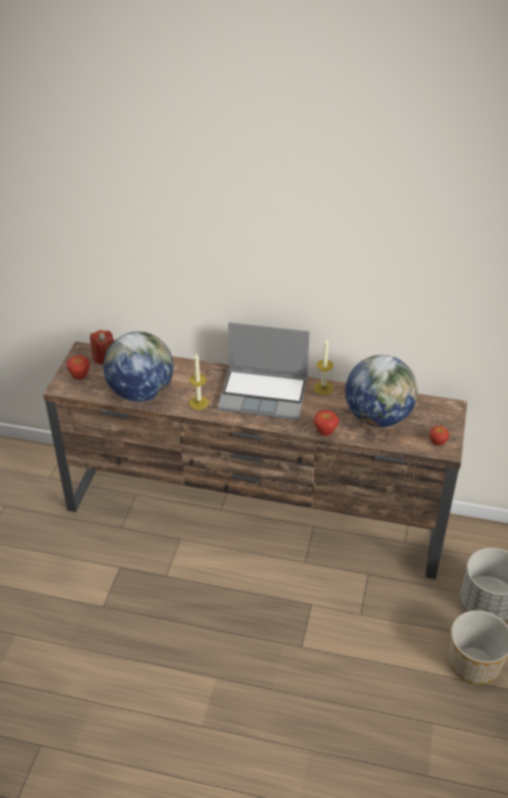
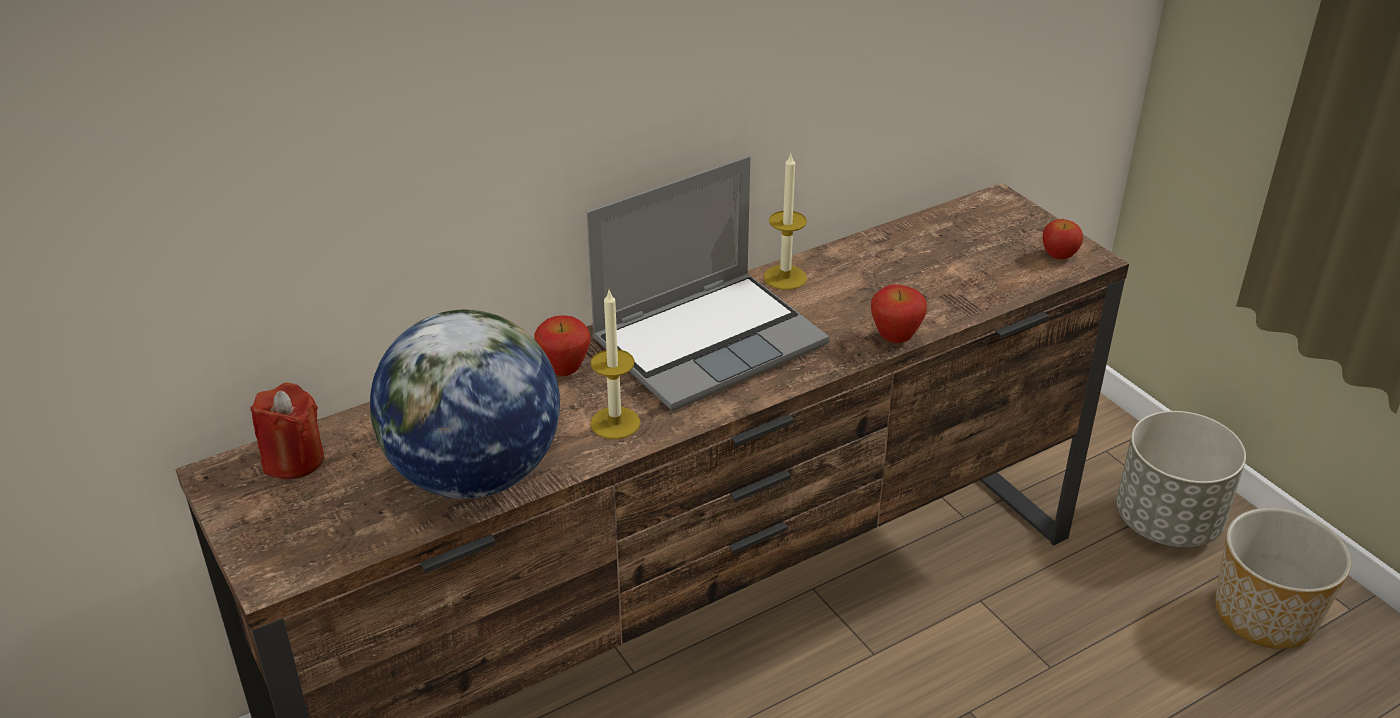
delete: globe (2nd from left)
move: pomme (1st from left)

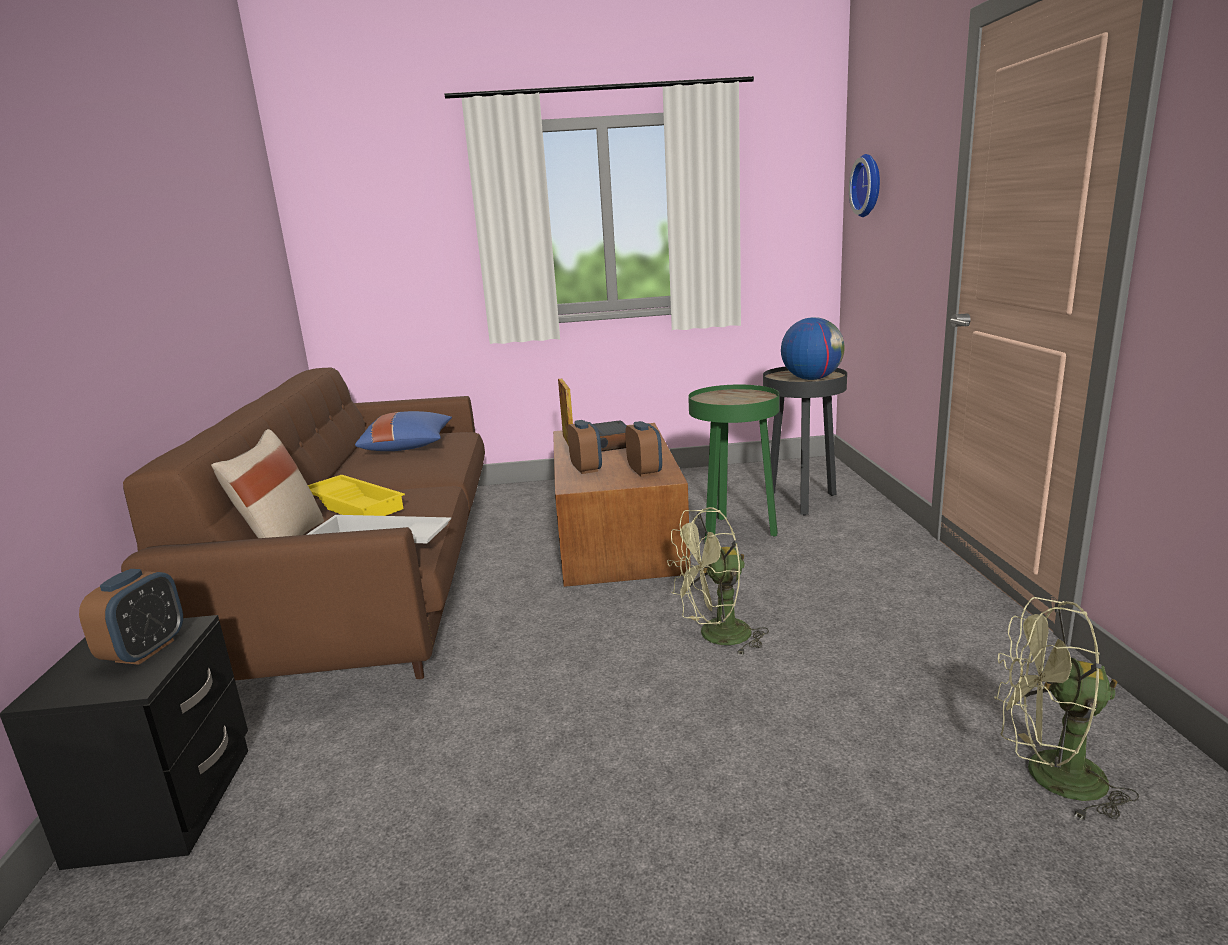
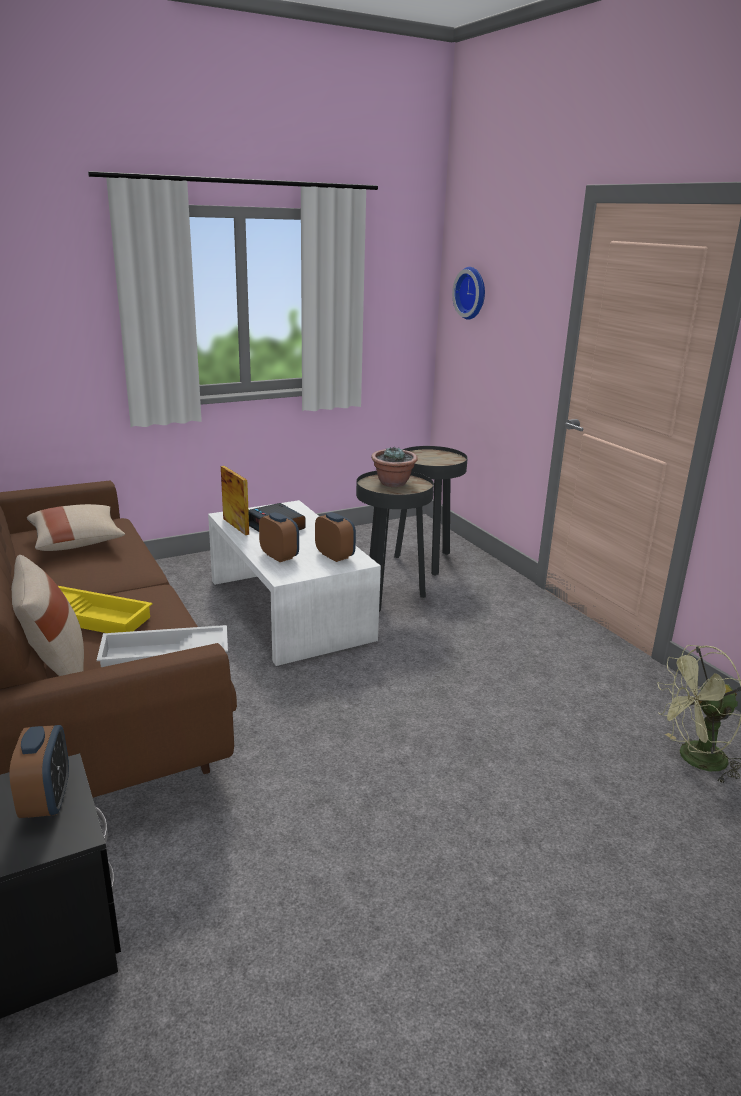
delete: globe; ventilateur [vert] (1st from left)
insert: plante en pot
recolor: table d'appoint [vert] to table d'appoint [noir] (1st from left); coussin [bleu] to coussin [beige] (2nd from left); table basse [marron] to table basse [blanc]

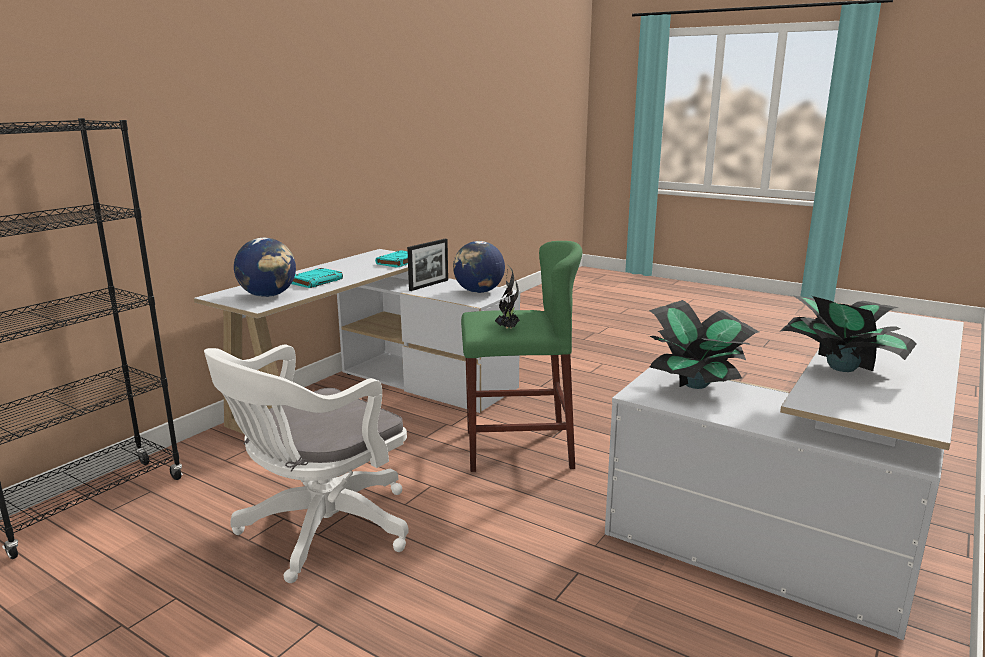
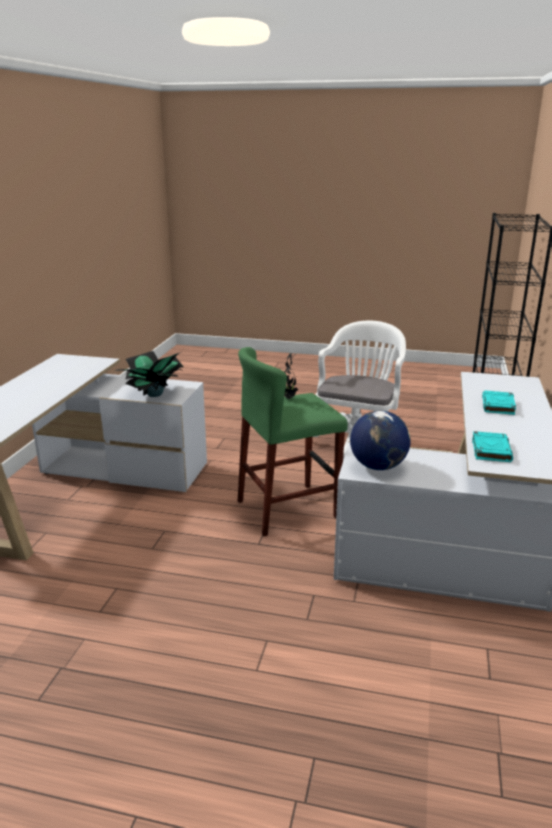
delete: globe (1st from left); cadre photo; plante en pot (3rd from left)

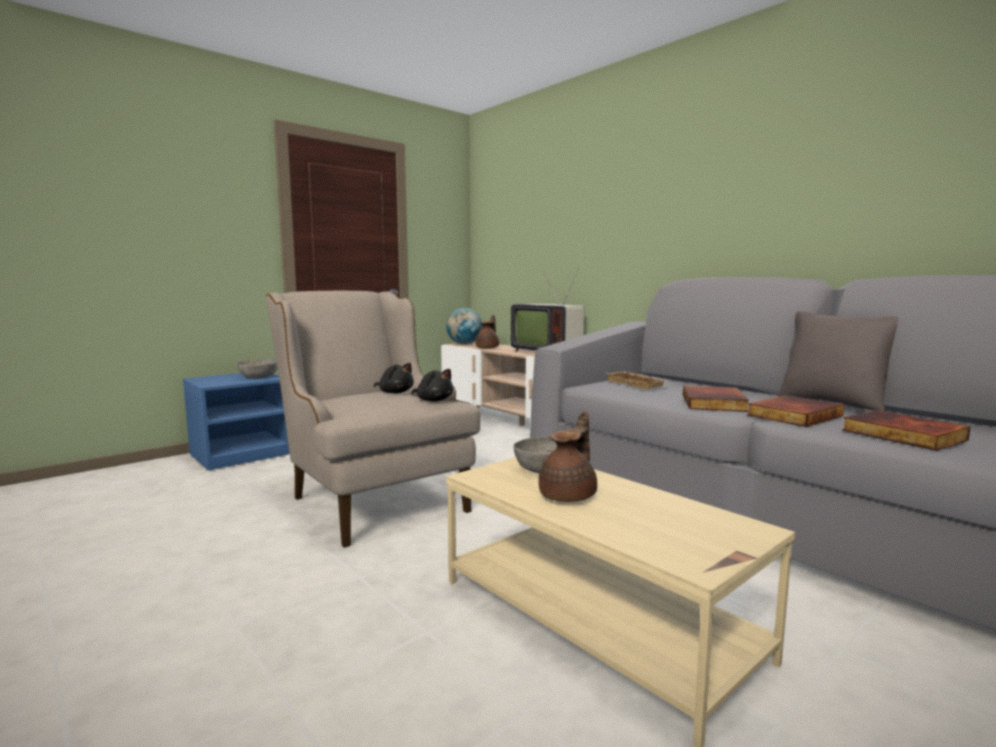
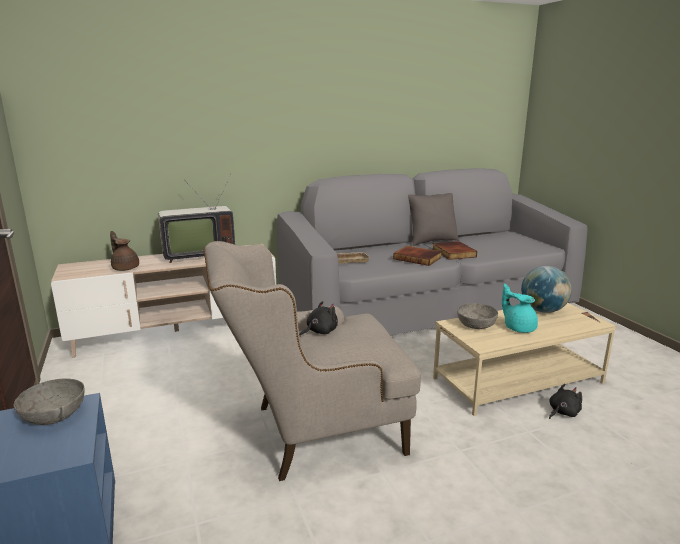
delete: livre (3rd from left)
move: globe; peluche [noir] (2nd from left)
recolor: théière [marron] (2nd from left) to théière [turquoise]

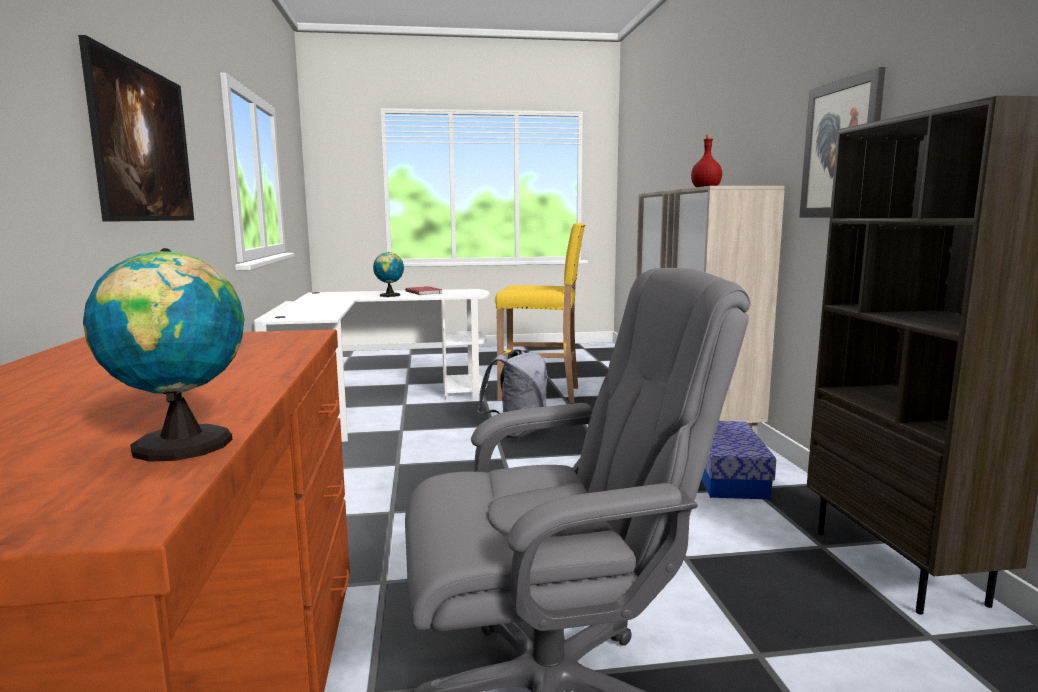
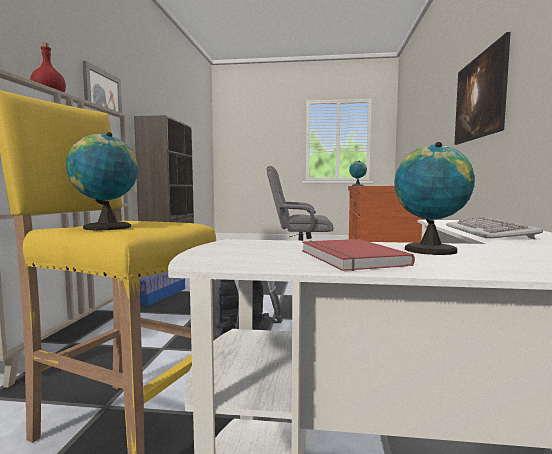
insert: globe (1st from left); clavier

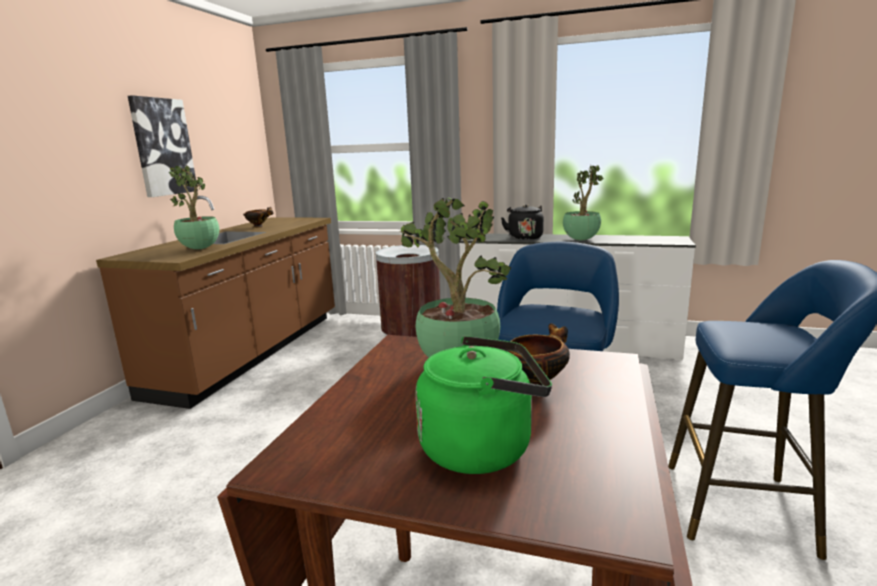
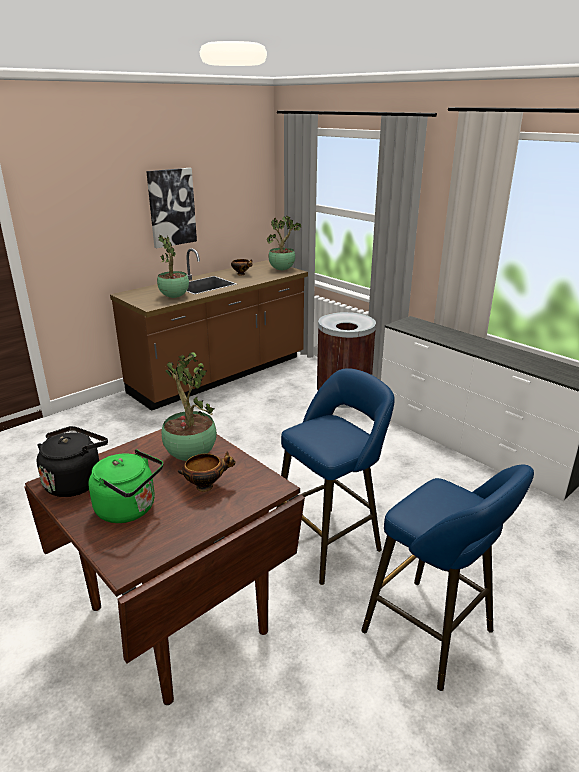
move: plante en pot (3rd from left); bouilloire [noir]

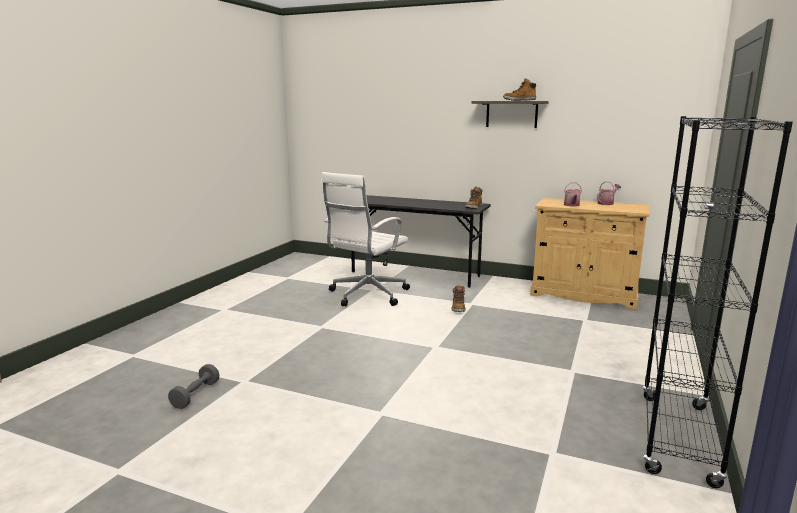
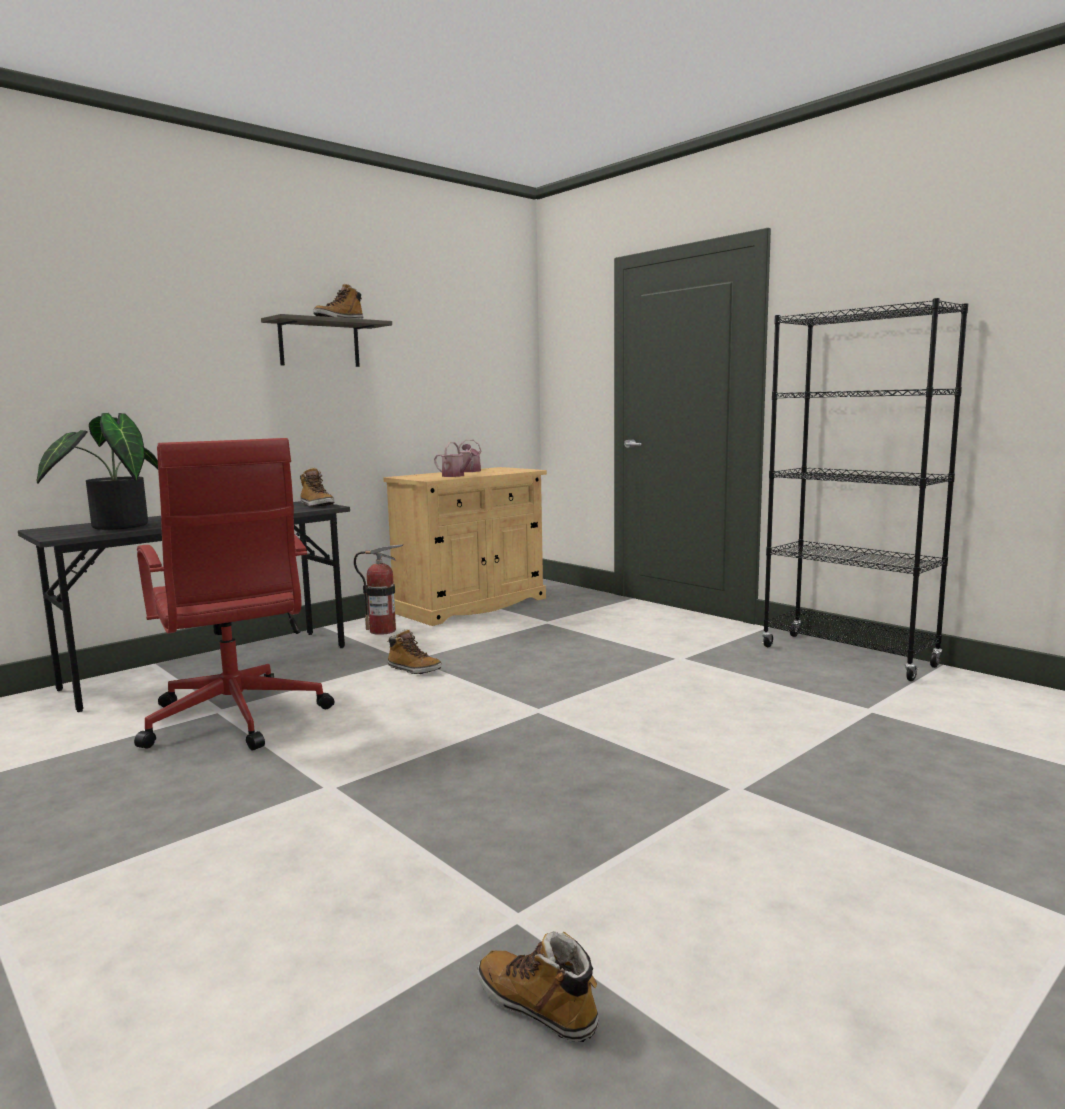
insert: plante en pot; extincteur
replace: haltère [gris] to botte (4th from left)
recolor: chaise de bureau [blanc] to chaise de bureau [rouge]

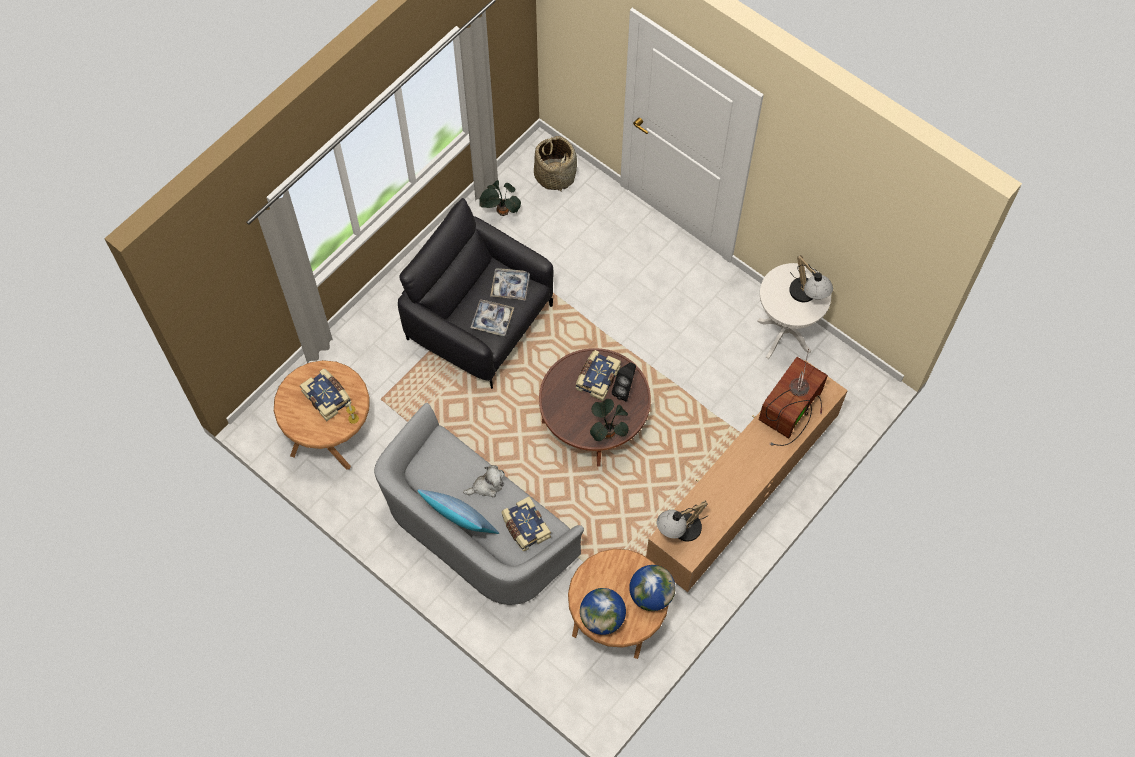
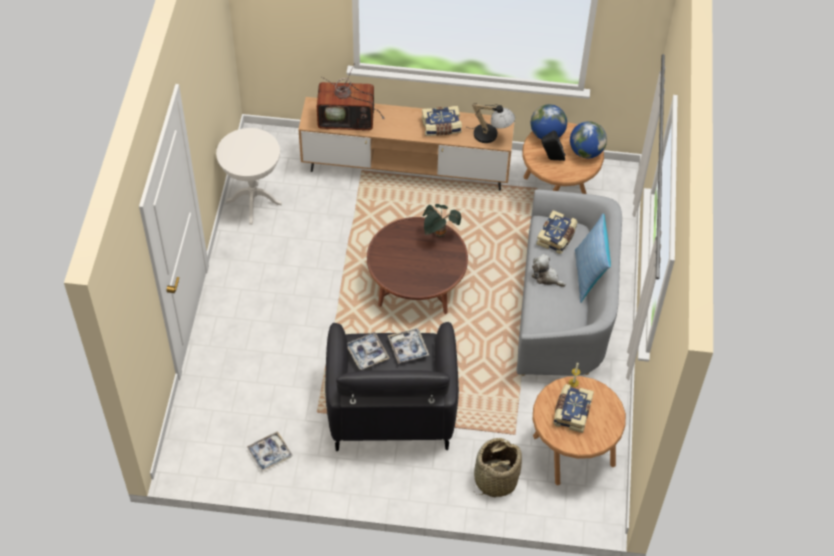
delete: lampe de table (2nd from left)
move: panier; livre (3rd from left in the first image) to livre (1st from left); enceinte [noir]
replace: plante en pot (1st from left) to plateau (1st from left)

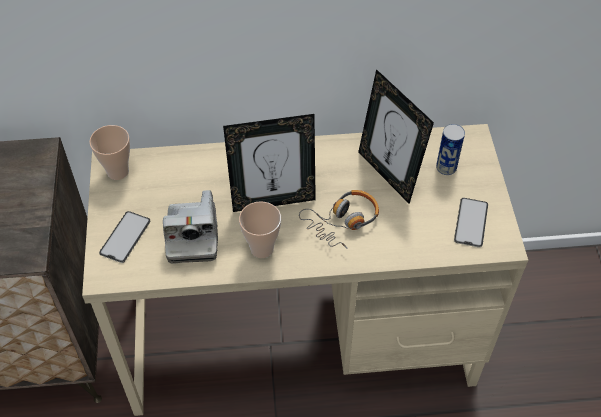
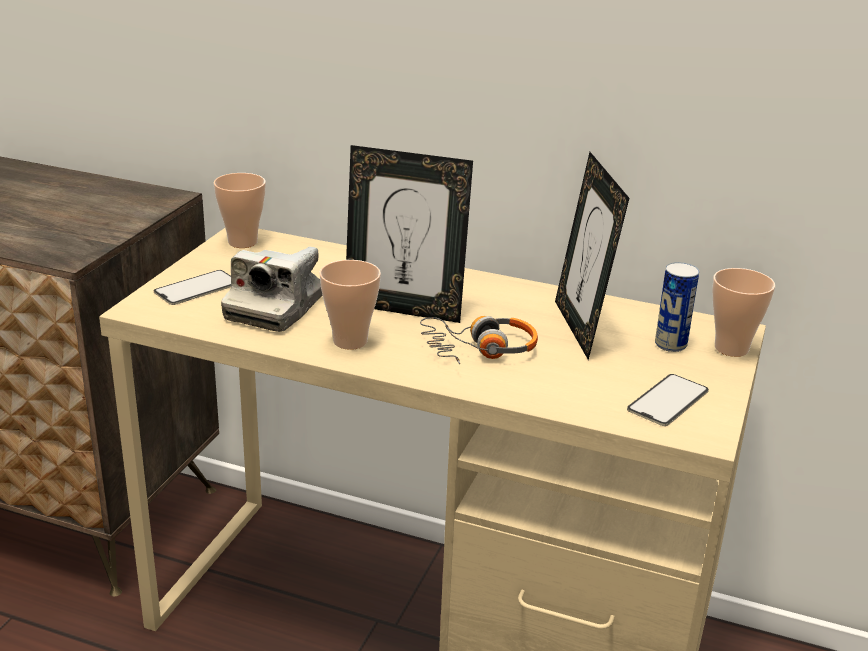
insert: tasse (3rd from left)

